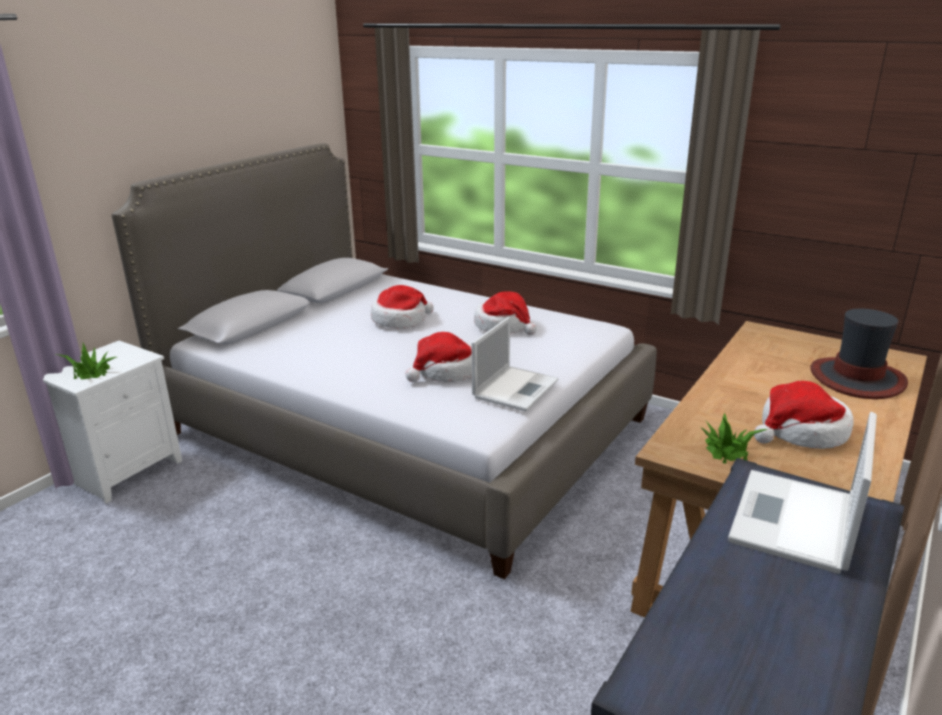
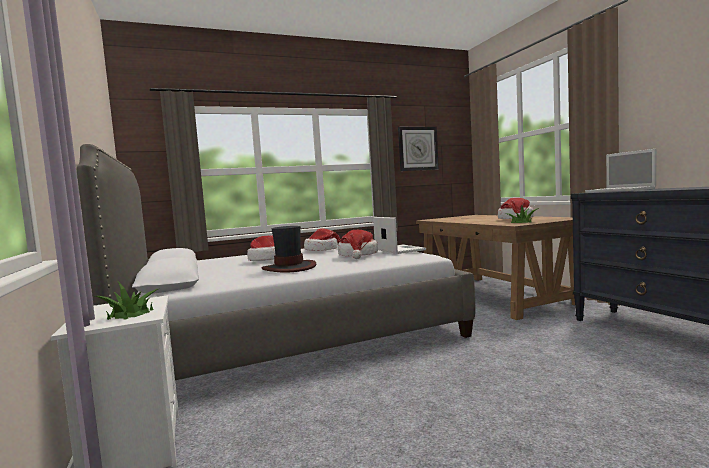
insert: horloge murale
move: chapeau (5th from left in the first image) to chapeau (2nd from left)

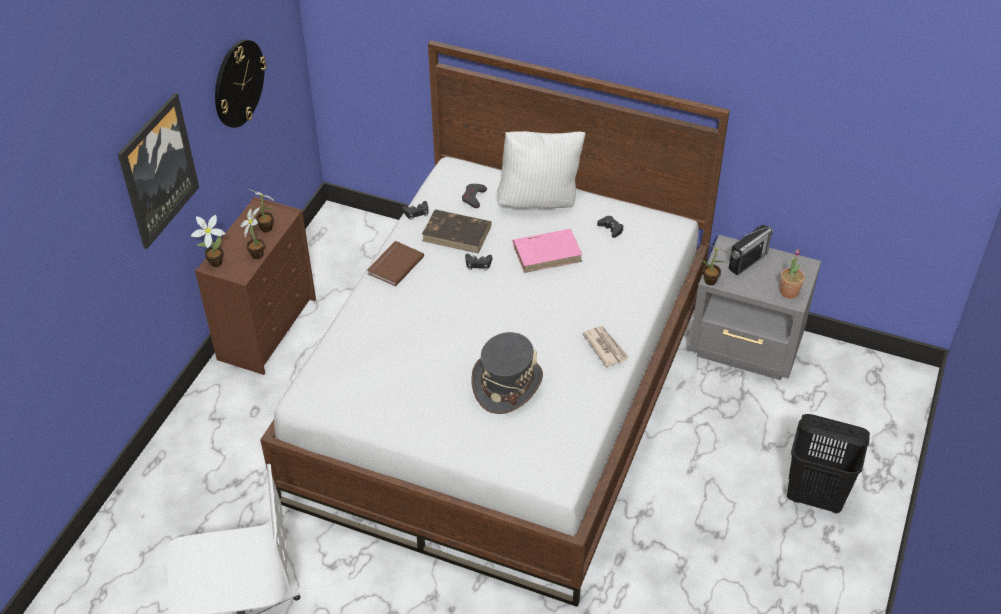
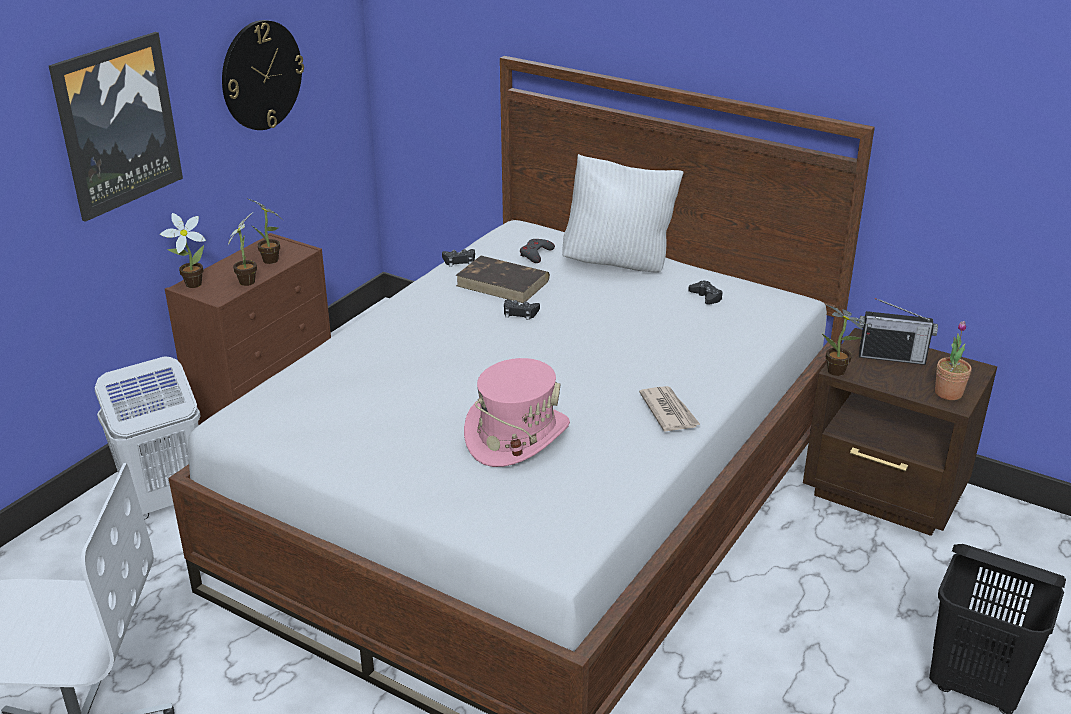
delete: livre [rose]; livre [marron] (1st from left)
insert: panier à linge [blanc]
recolor: table de chevet [gris] to table de chevet [marron]; chapeau [gris] to chapeau [rose]
rotate: radio 45 degrees clockwise

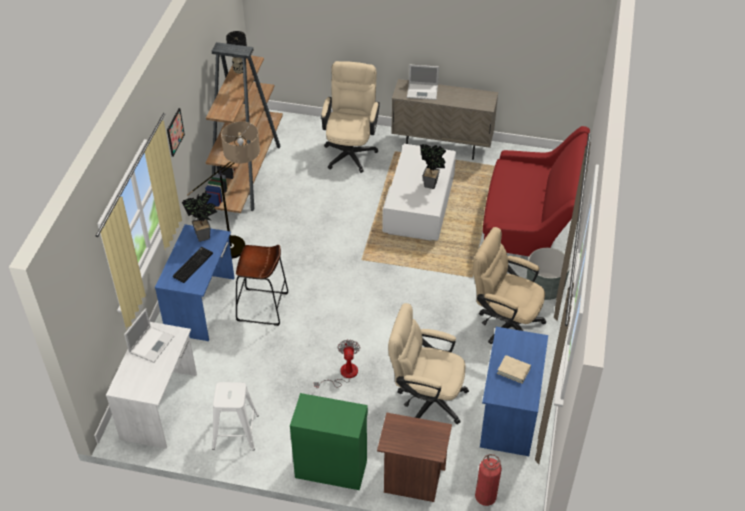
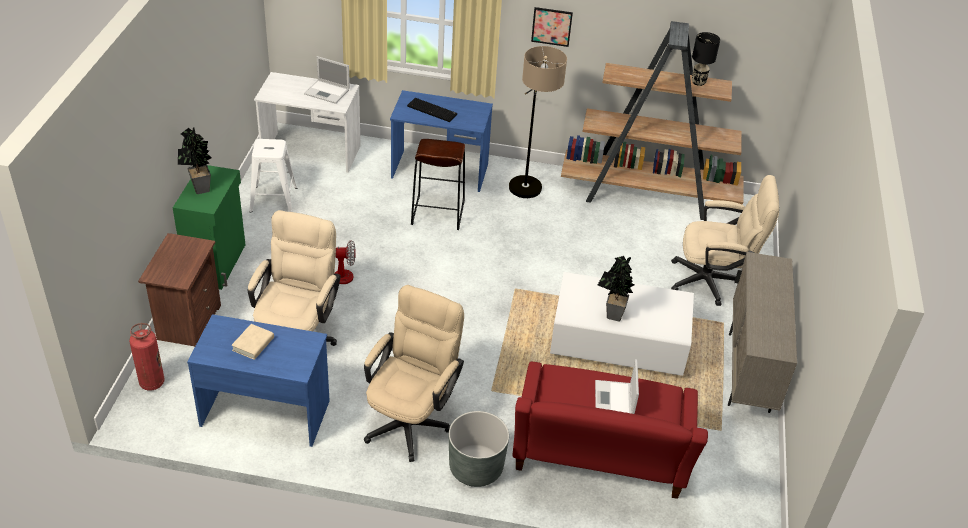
move: ordinateur portable (2nd from left); plante en pot (1st from left)

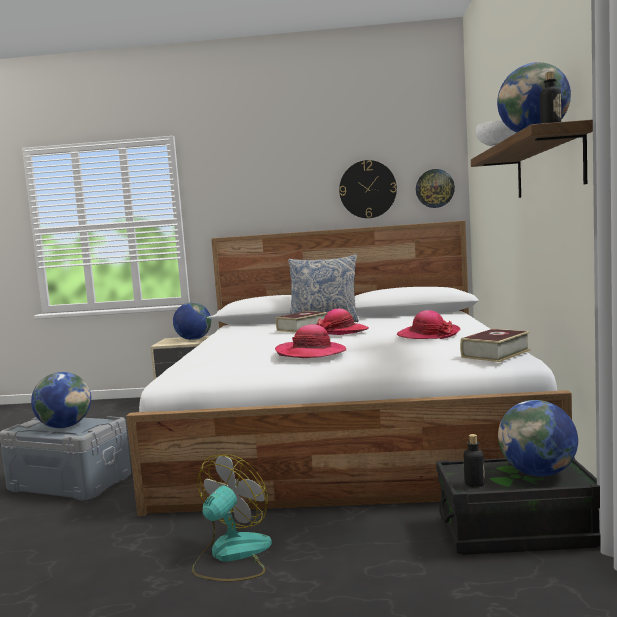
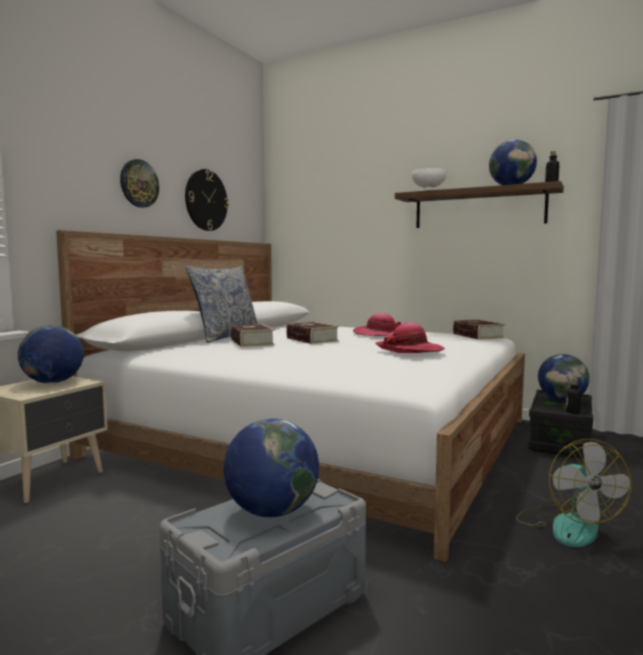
move: horloge murale (2nd from left in the first image) to horloge murale (1st from left)
replace: chapeau (2nd from left) to livre (2nd from left)
rotate: ventilateur 150 degrees counterclockwise

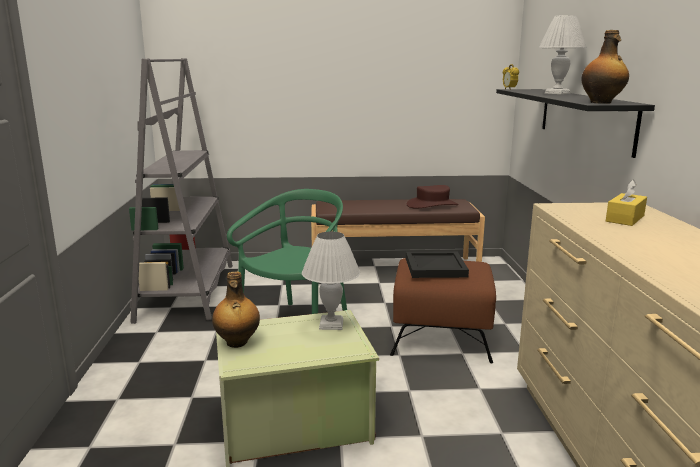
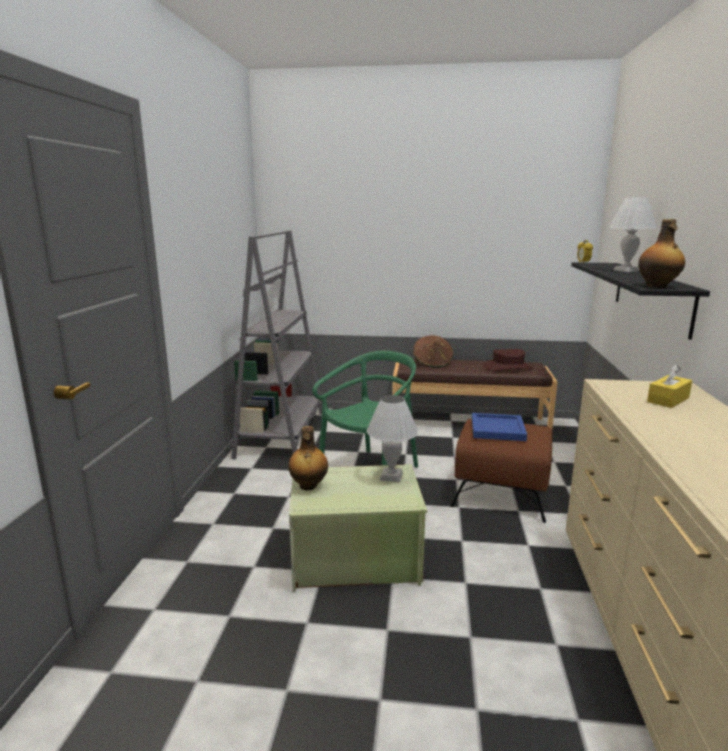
insert: chapeau [marron] (1st from left)
recolor: plateau [noir] to plateau [bleu]

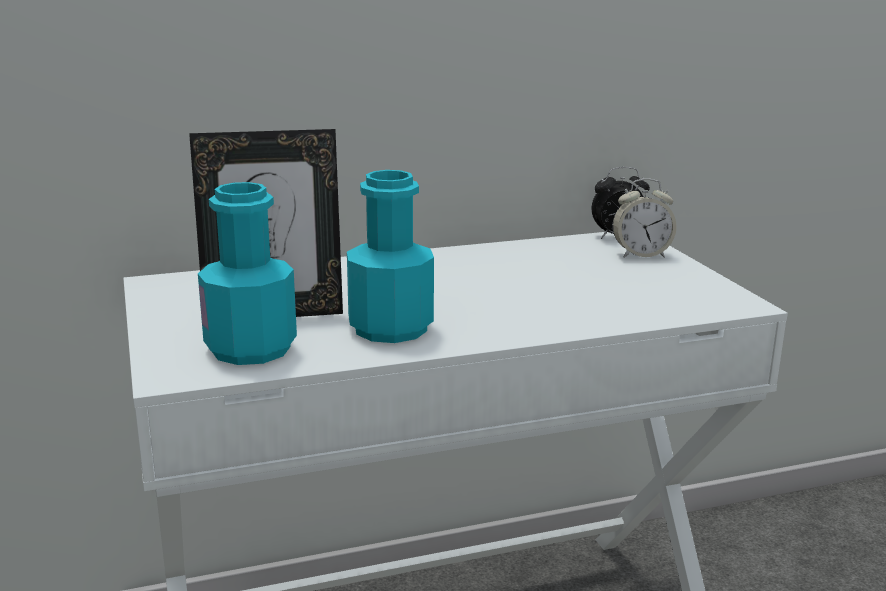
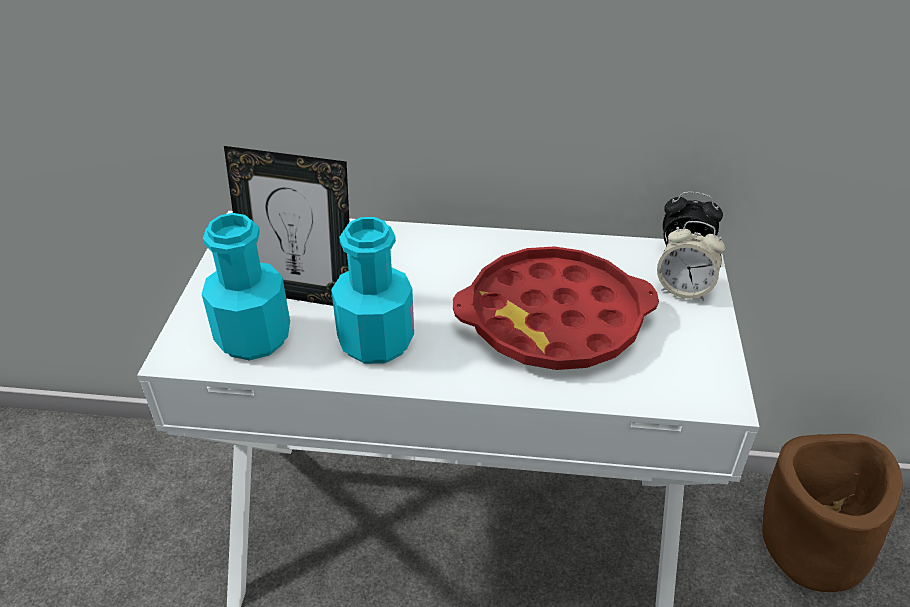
insert: plateau [rouge]; cache-pot [marron]

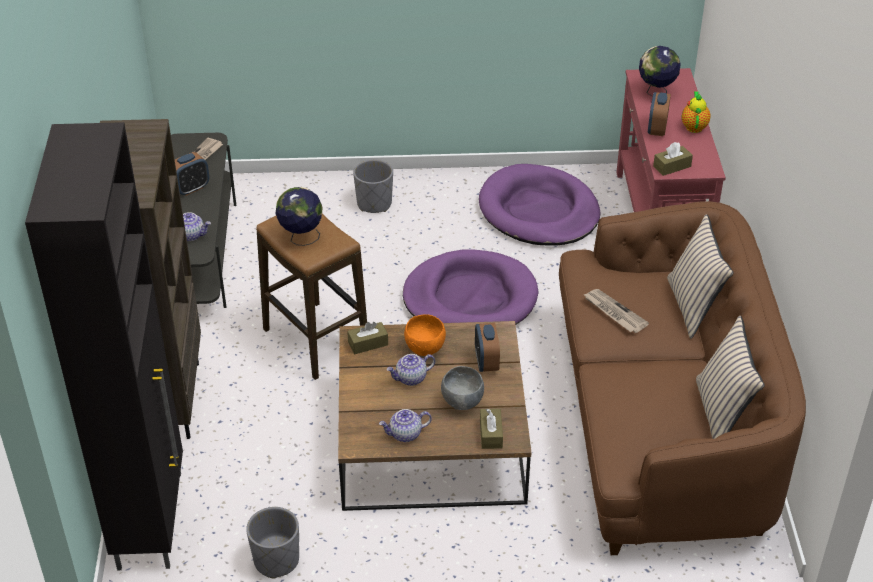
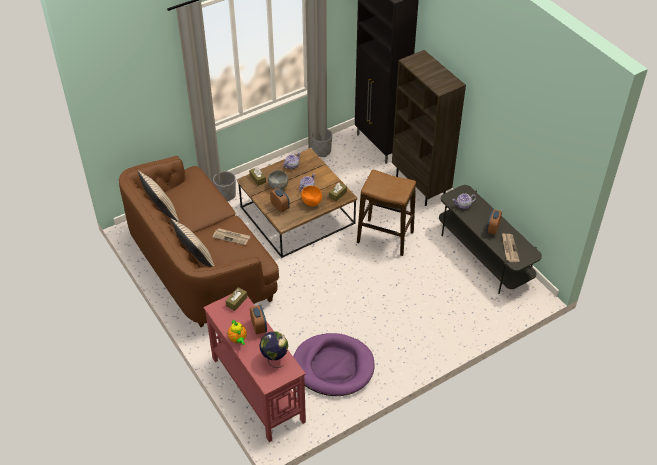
delete: globe (1st from left); panier pour chien [violet] (1st from left)
move: cache-pot [gris] (2nd from left in the first image) to cache-pot [gris] (1st from left)

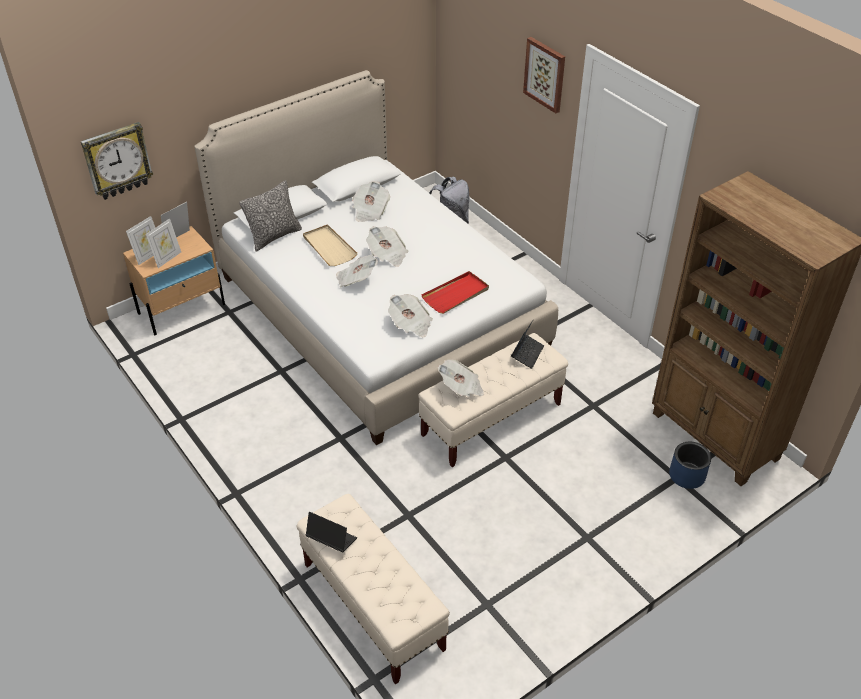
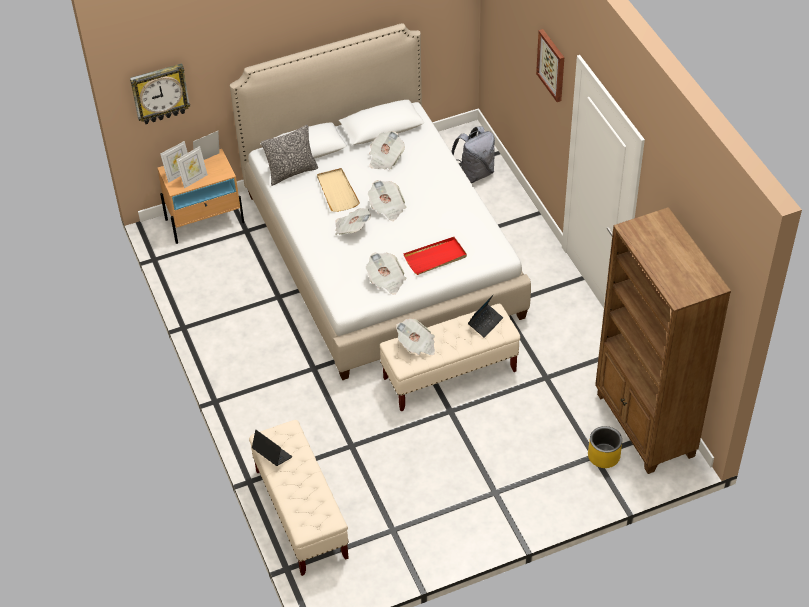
recolor: cache-pot [bleu] to cache-pot [jaune]

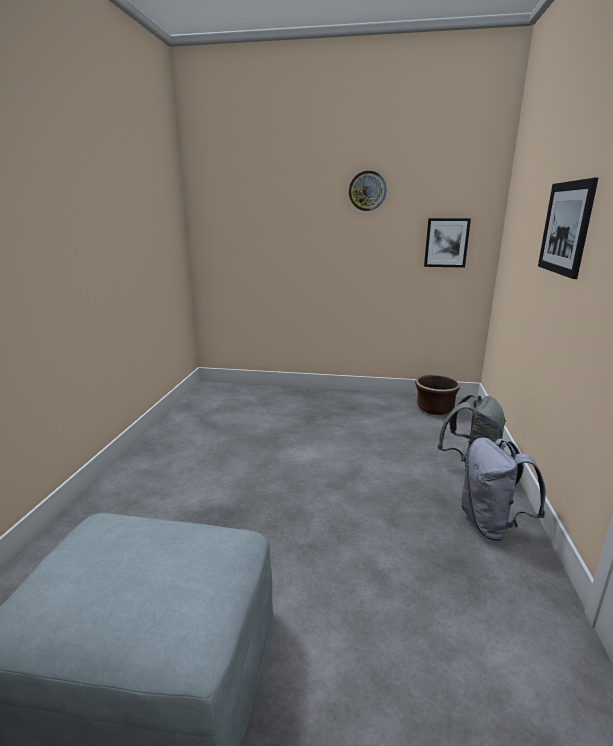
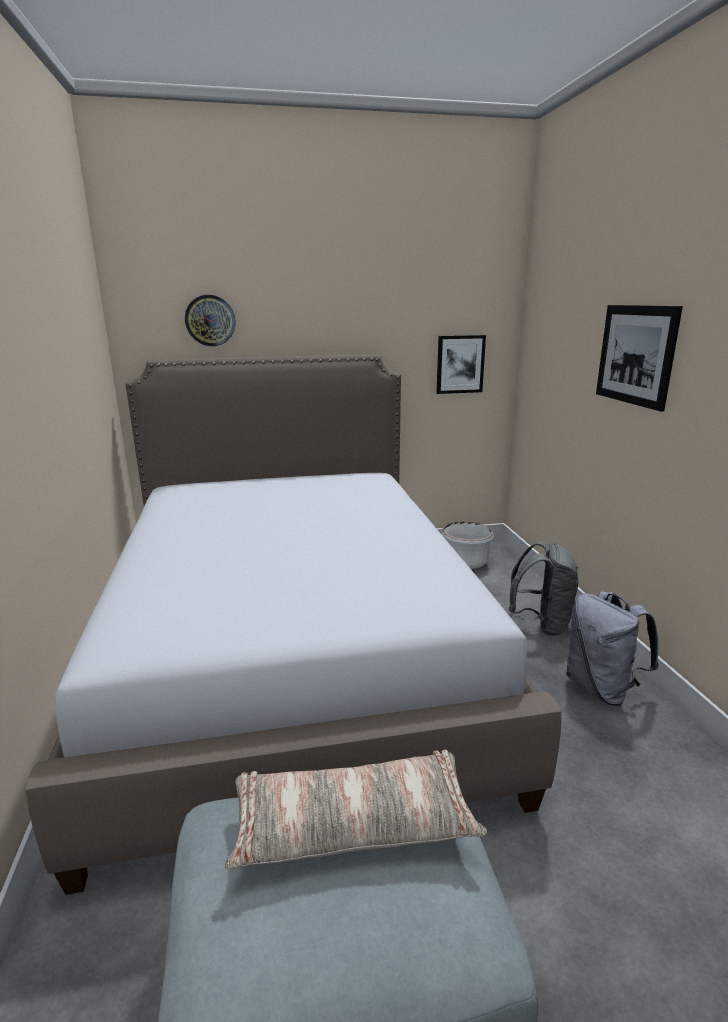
insert: lit; coussin
move: horloge murale
recolor: cache-pot [marron] to cache-pot [blanc]

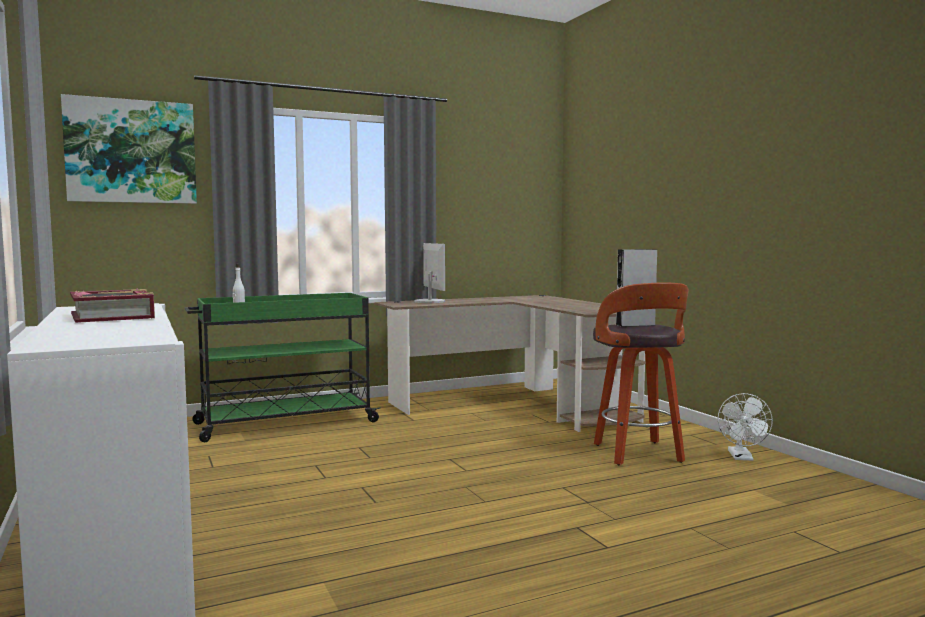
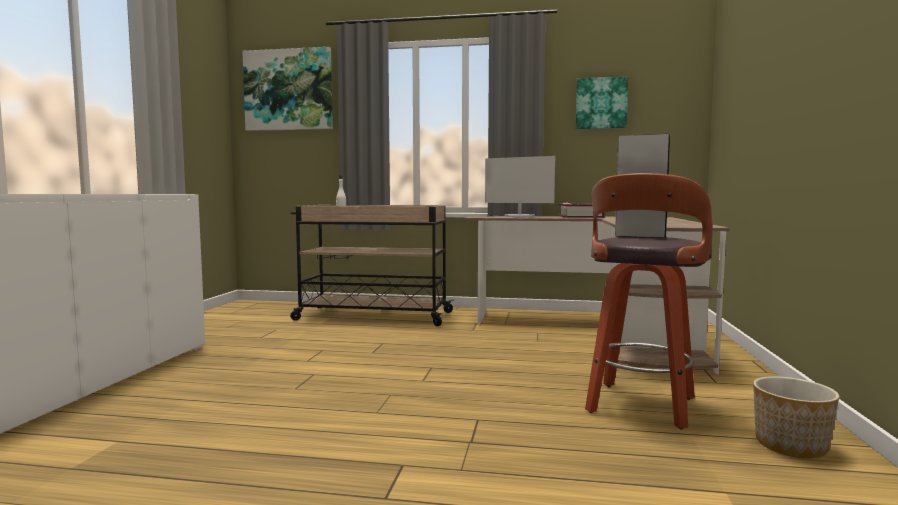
insert: tableau (2nd from left)
move: livre
replace: ventilateur [blanc] to cache-pot
recolor: chariot [vert] to chariot [beige]
rotate: écran d'ordinateur 105 degrees clockwise

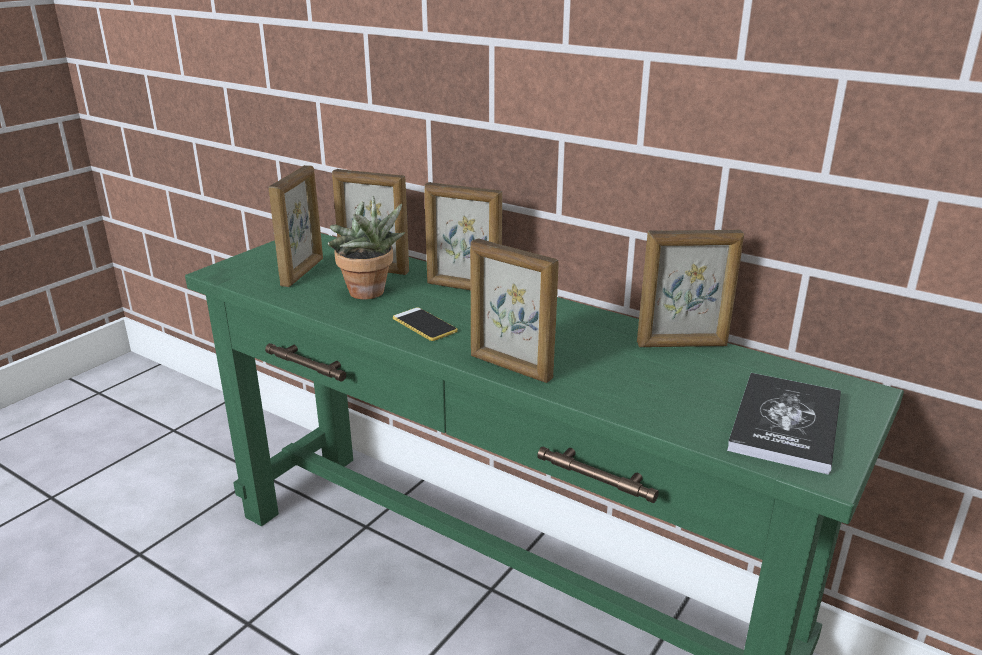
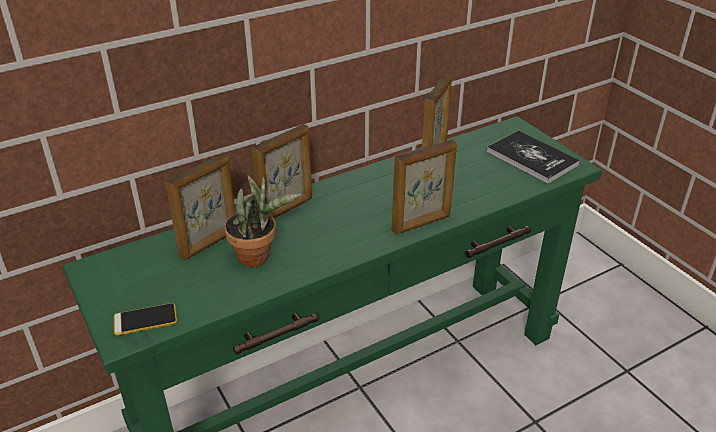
delete: cadre photo (1st from left)
move: téléphone

